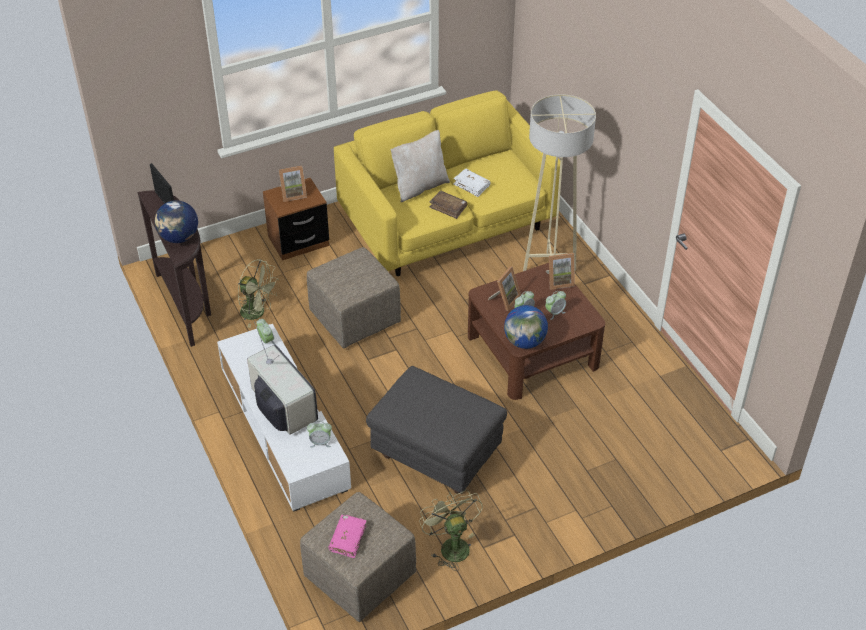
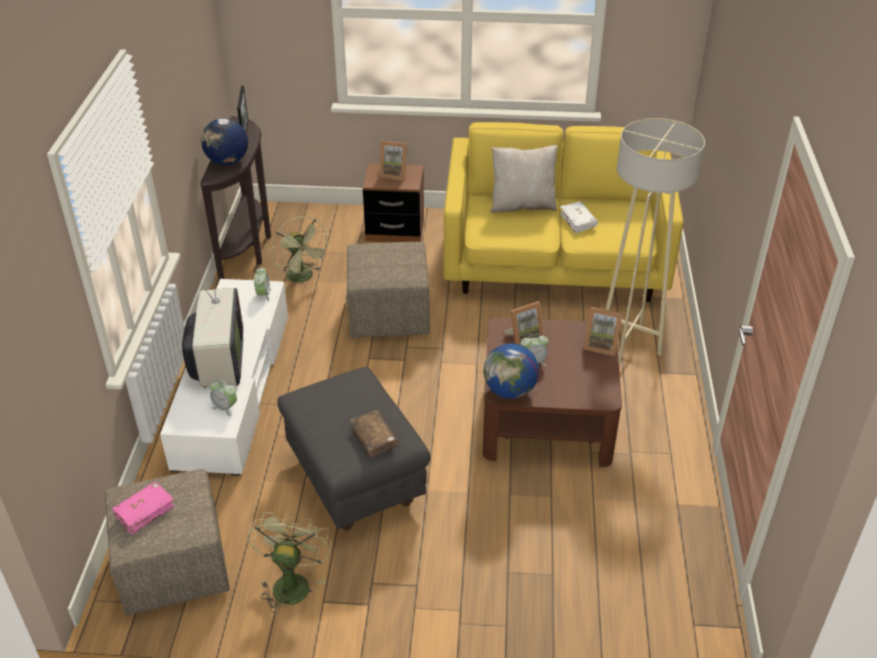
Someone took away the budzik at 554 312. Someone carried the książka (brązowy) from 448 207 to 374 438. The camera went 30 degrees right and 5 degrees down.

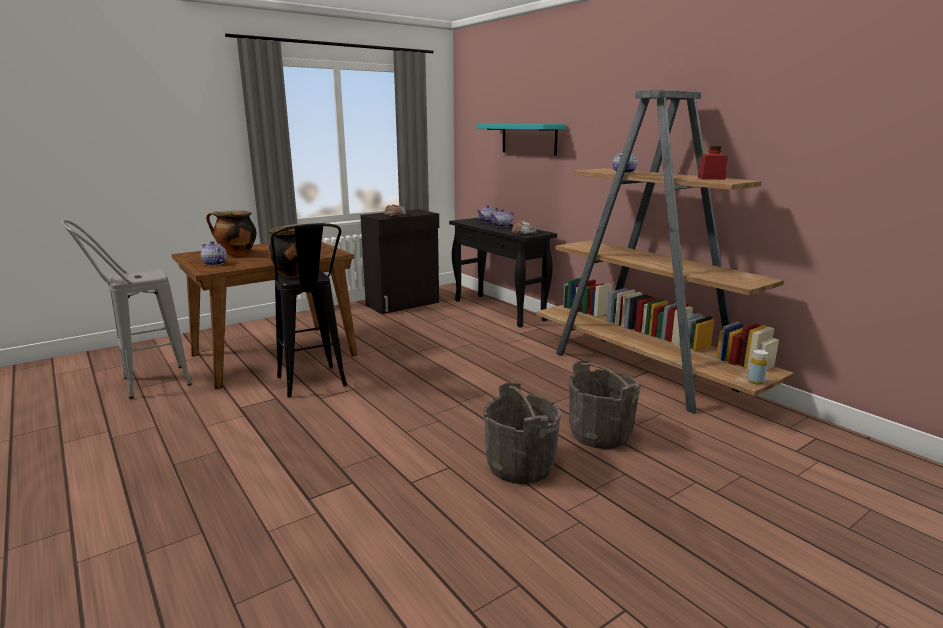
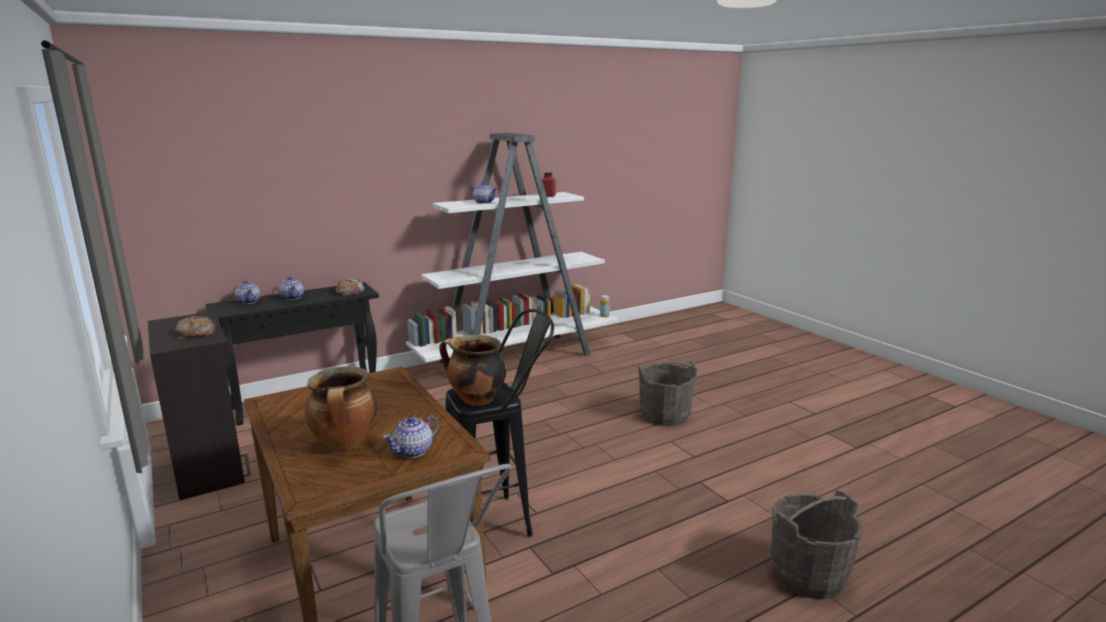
Someone took away the półka (turkusowy) at 529 139. Someone carried the wiadro (szary) from 600 434 to 808 574. Someone repainted the regał (brązowy) at 644 372, which became the regał (biały) at 517 358. The camera went 85 degrees left and 0 degrees up.

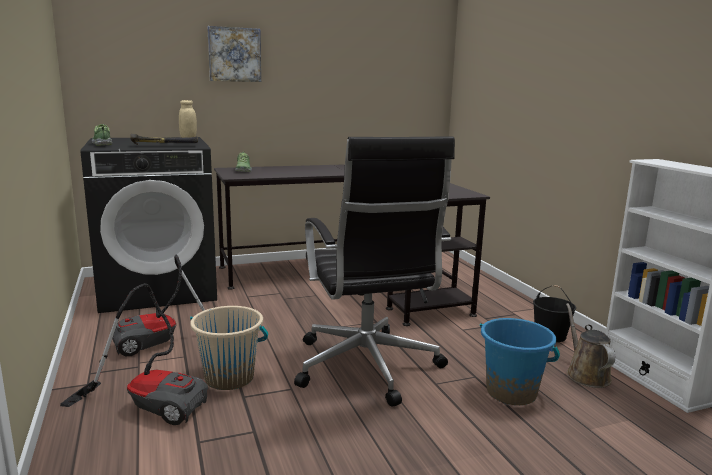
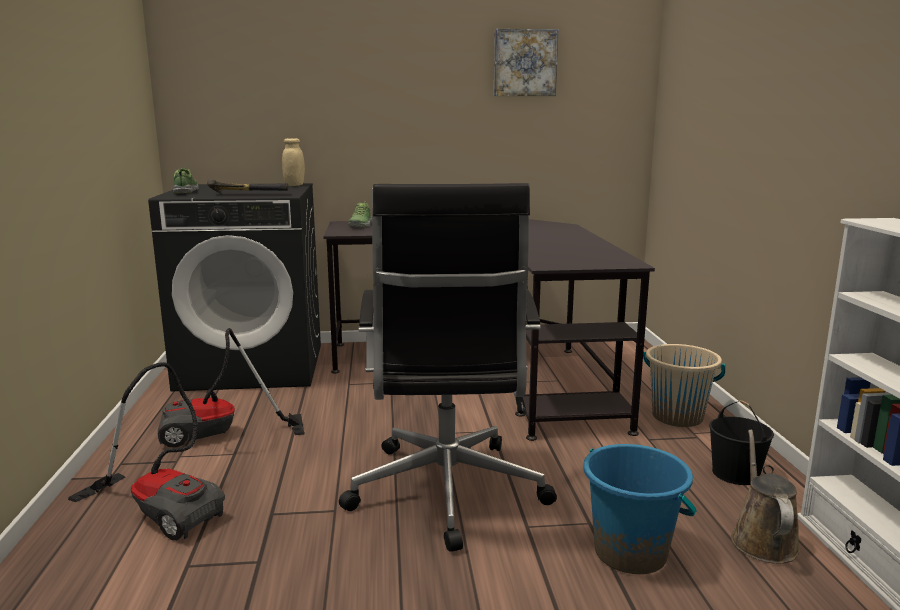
Someone carried the wiadro (beżowy) from 229 378 to 677 417. Someone carried the obraz from 234 54 to 524 63. The camera went 15 degrees right and 0 degrees up.

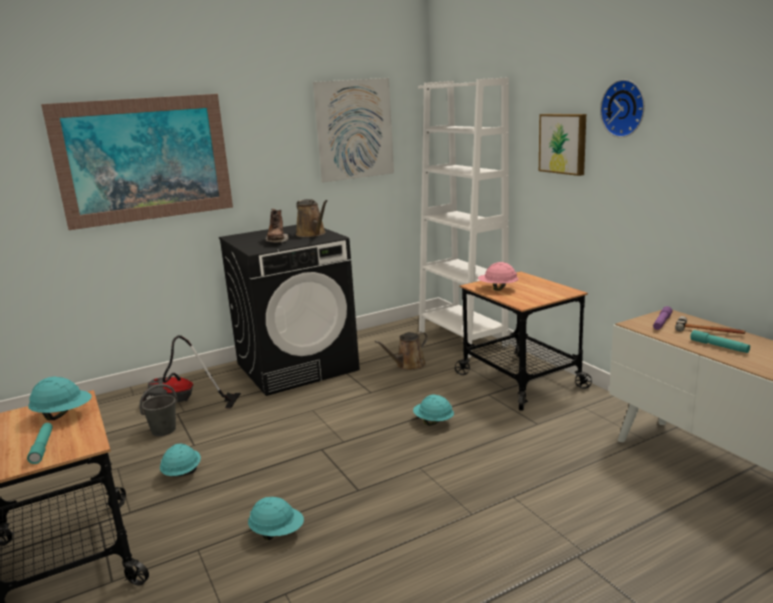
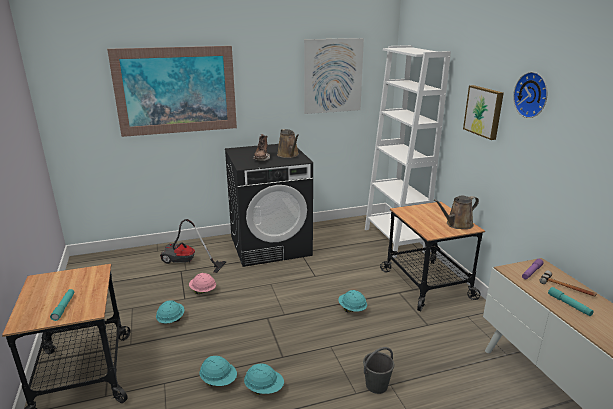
Someone carried the kask (turkusowy) from 63 415 to 264 388. Someone carried the wiadro (szary) from 164 430 to 377 385. Someone carried the konewka (brązowy) from 408 365 to 457 224. Someone carried the kask (różowy) from 498 289 to 203 291. The camera went 10 degrees right and 5 degrees up.

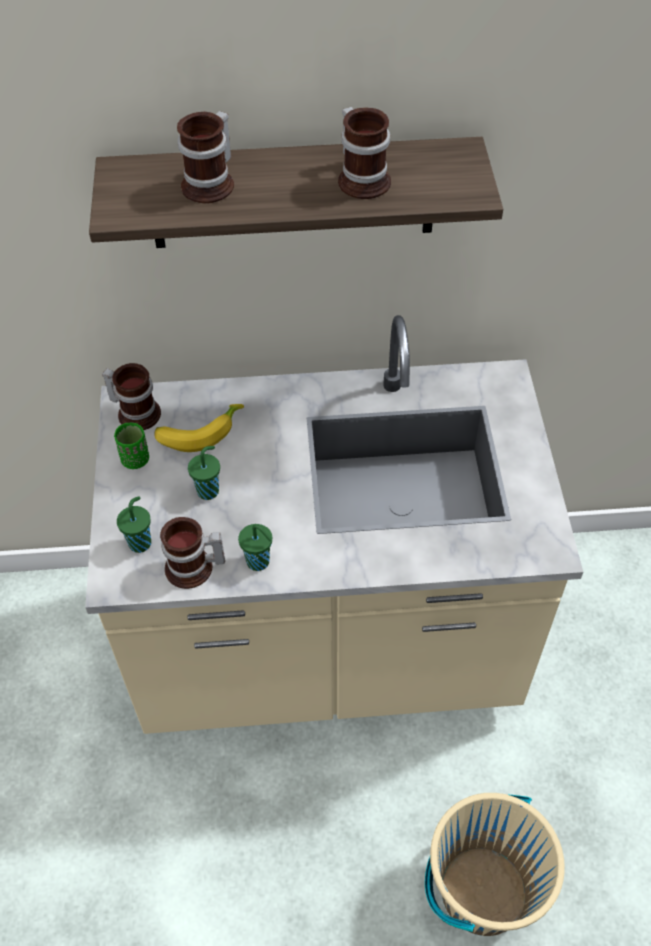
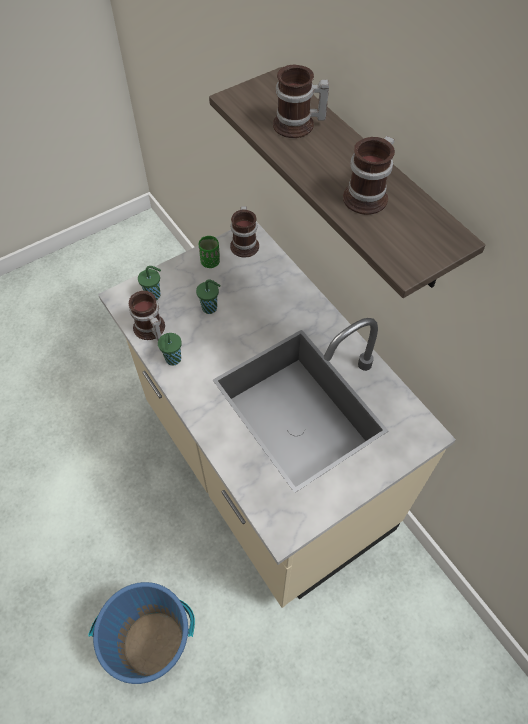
Someone took away the banan at 198 432. Someone repainted the wiadro (beżowy) at 481 891, which became the wiadro (niebieski) at 153 642. The camera went 60 degrees right and 5 degrees up.

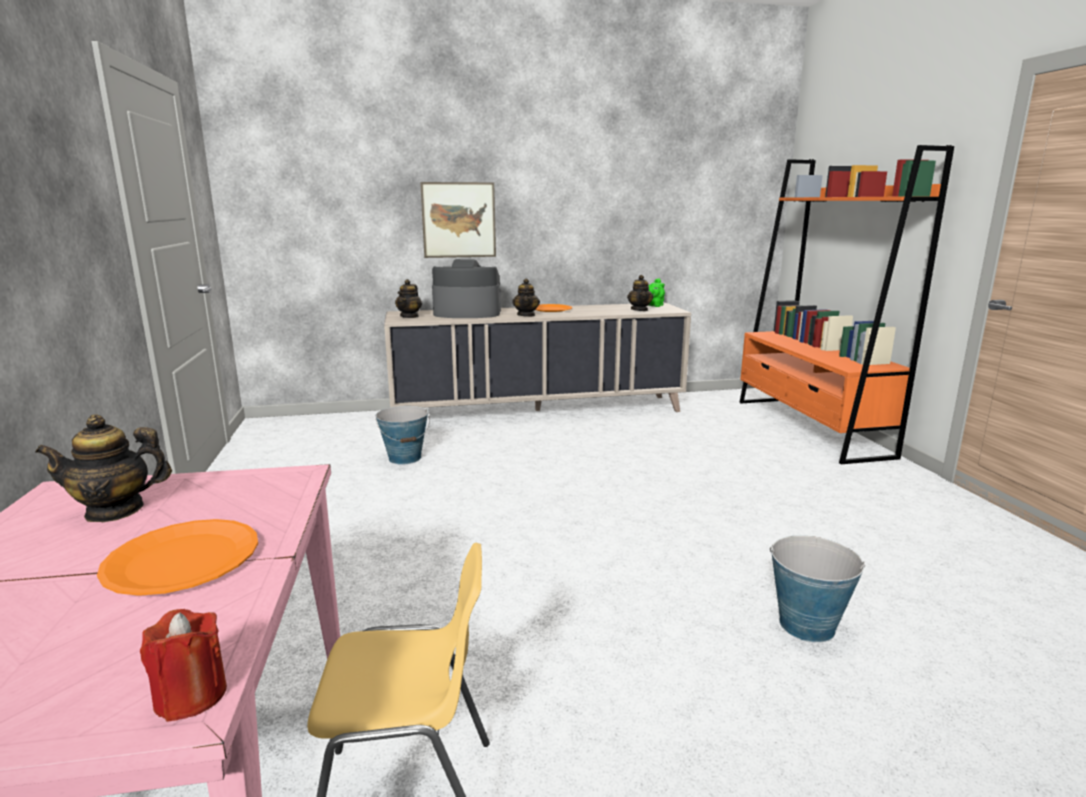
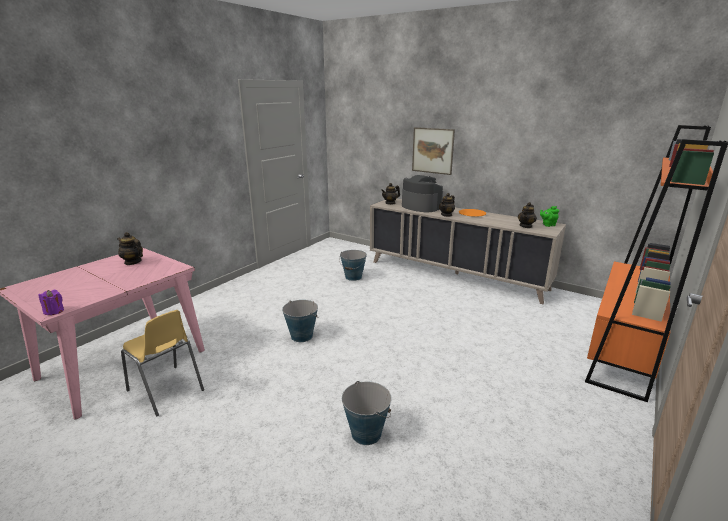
Someone took away the talerz (pomarańczowy) at 183 559. Someone put down the wiadro at 301 336. Someone repainted the świeca (czerwony) at 191 696, which became the świeca (fioletowy) at 54 311. The camera went 45 degrees right and 5 degrees up.

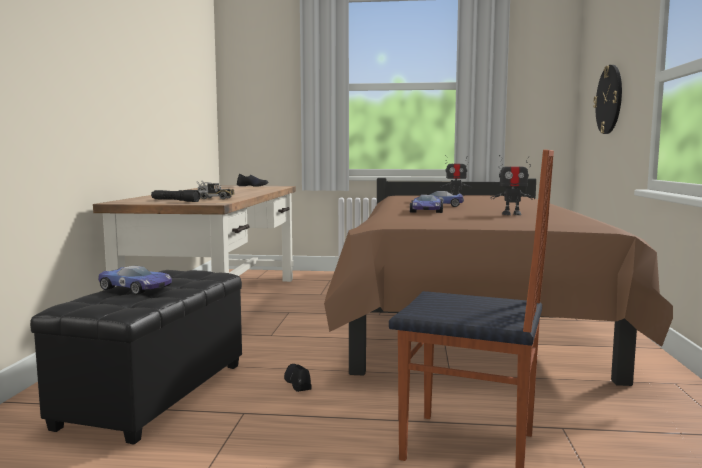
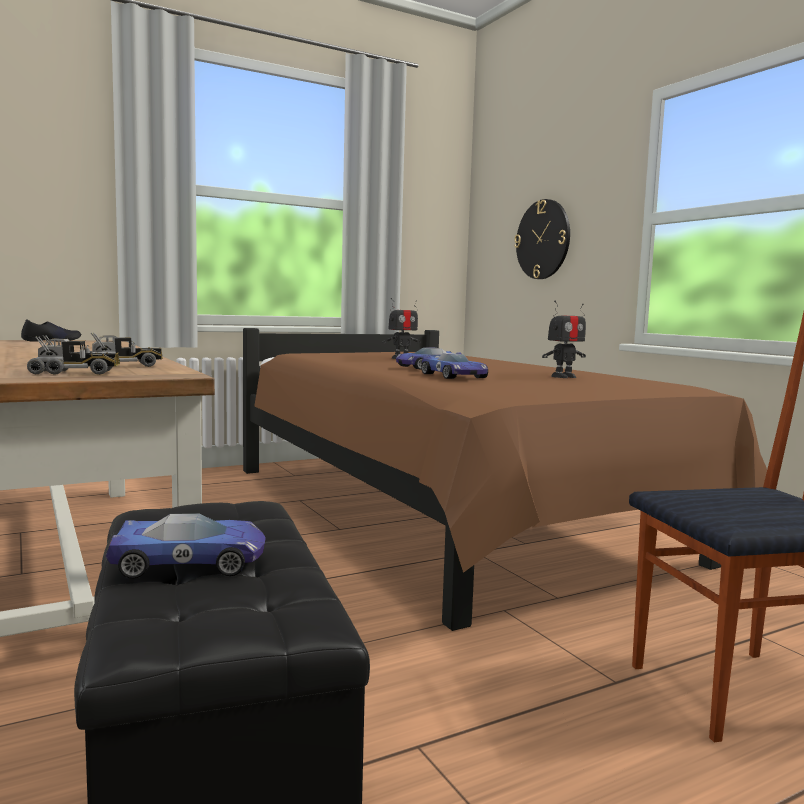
Someone took away the but (czarny) at 297 382. Someone swapped the latarka (czarny) at 175 201 for the ciężarówka zabawkowa at 75 373. The camera went 35 degrees left and 0 degrees up.

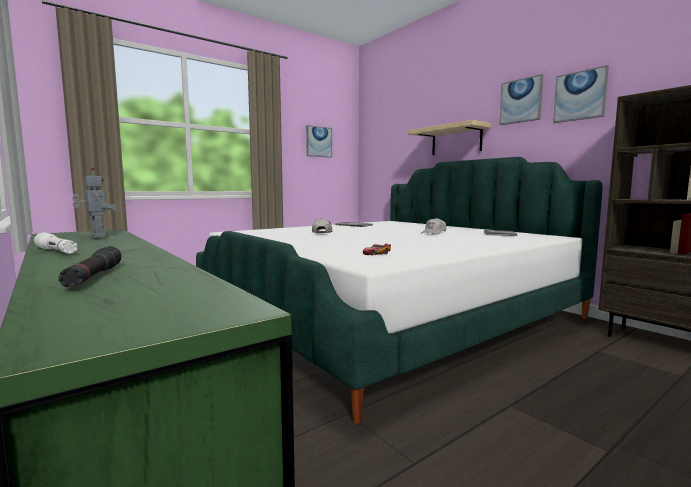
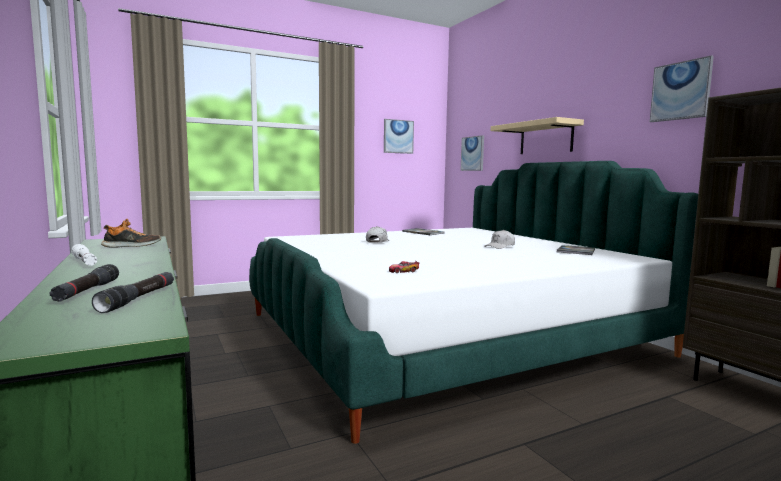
Someone put down the latarka (czarny) at 139 299. Someone carried the obraz from 521 101 to 472 153. Someone swapped the robot zabawkowy at 96 237 for the but at 132 246. The camera went 10 degrees right and 0 degrees up.

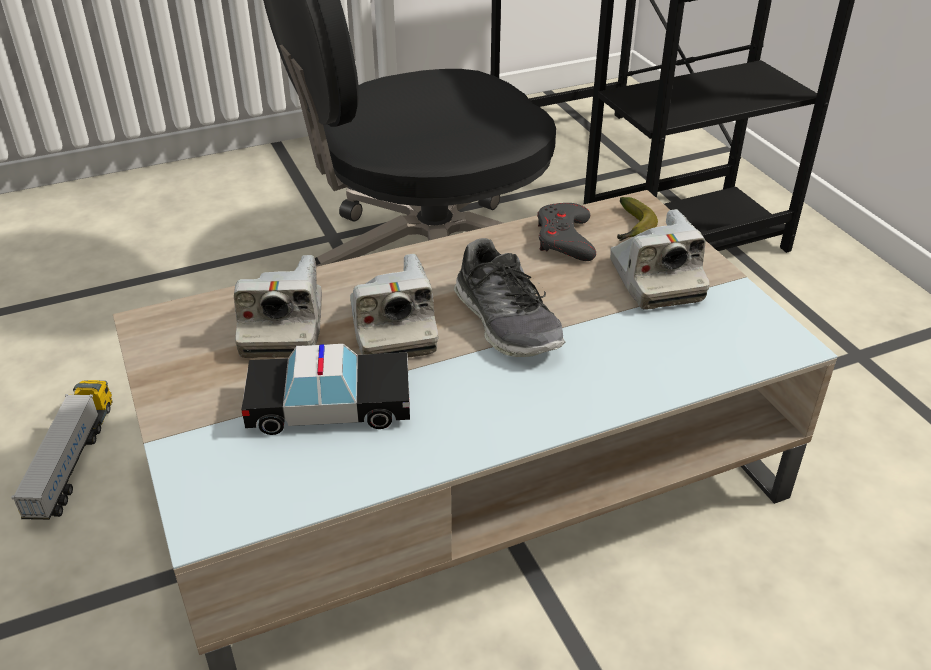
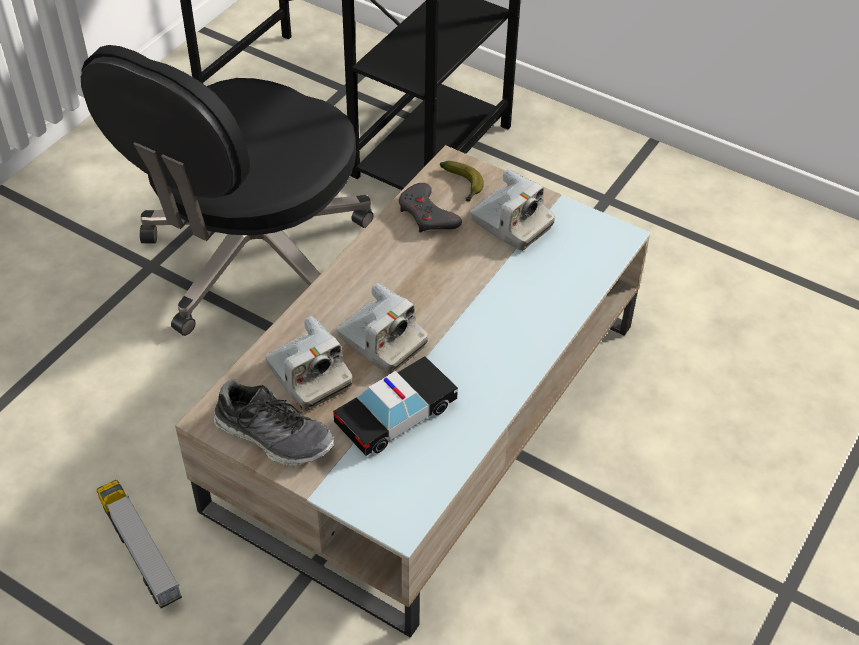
Someone carried the but from 507 322 to 274 435. The camera went 35 degrees left and 10 degrees up.

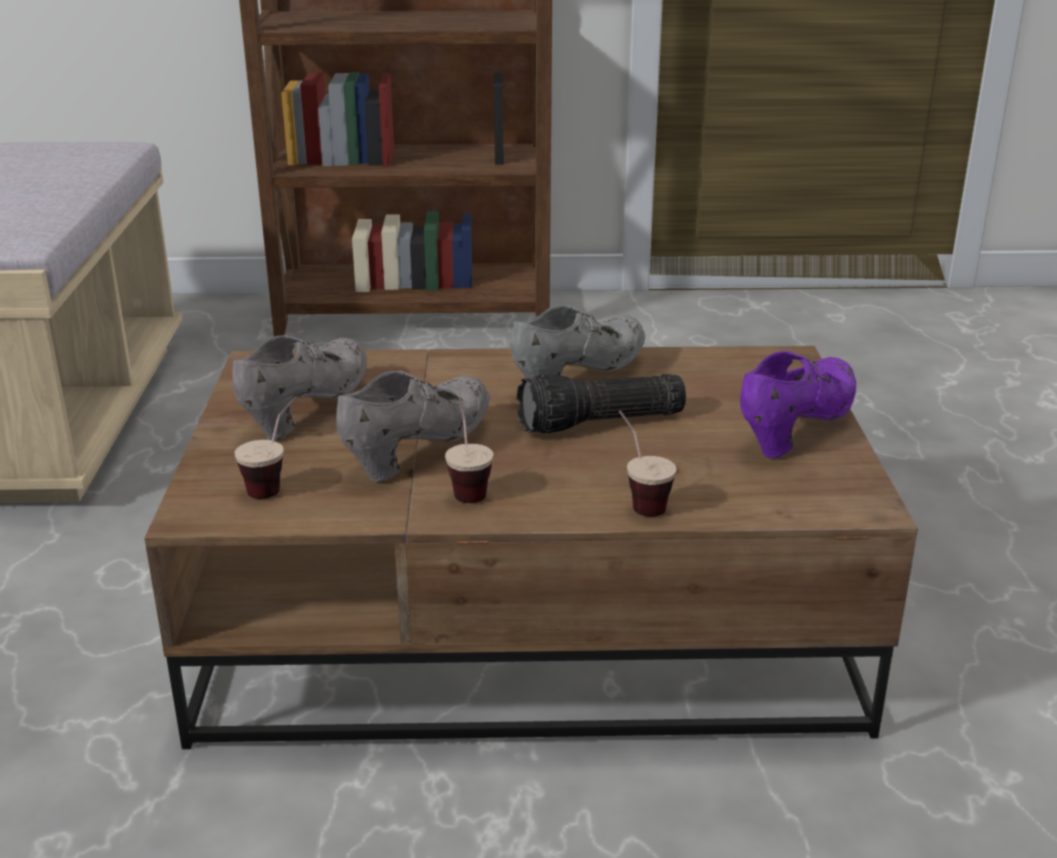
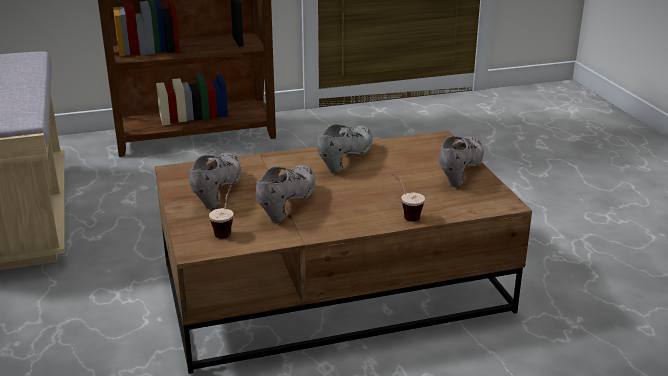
Someone took away the filiżanka at 467 486. Someone took away the latarka at 601 424. Someone repainted the but (fioletowy) at 796 429, which became the but (szary) at 460 172. The camera went 15 degrees left and 0 degrees up.

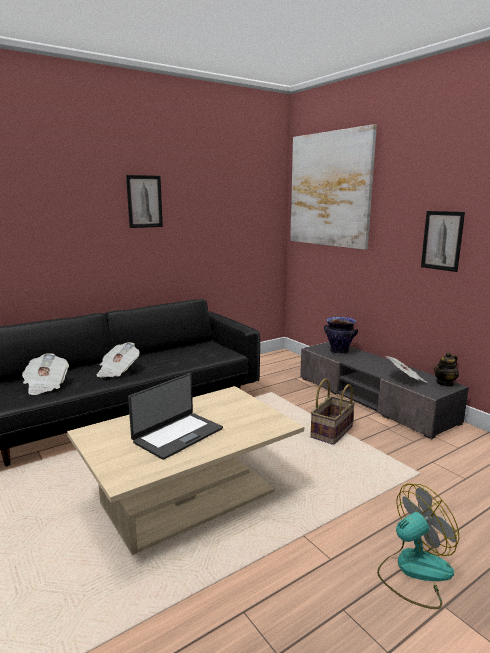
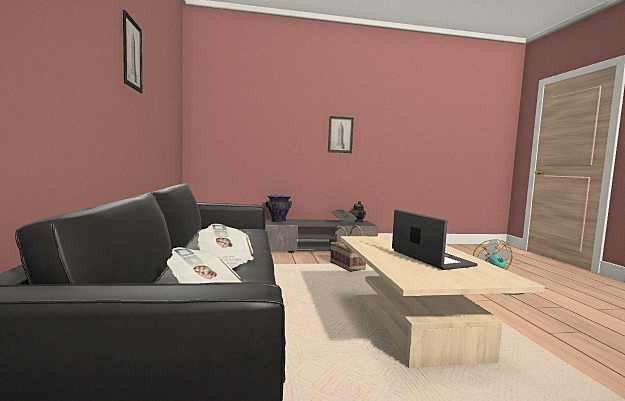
Someone took away the obraz at 329 189. The camera went 65 degrees left and 10 degrees down.

